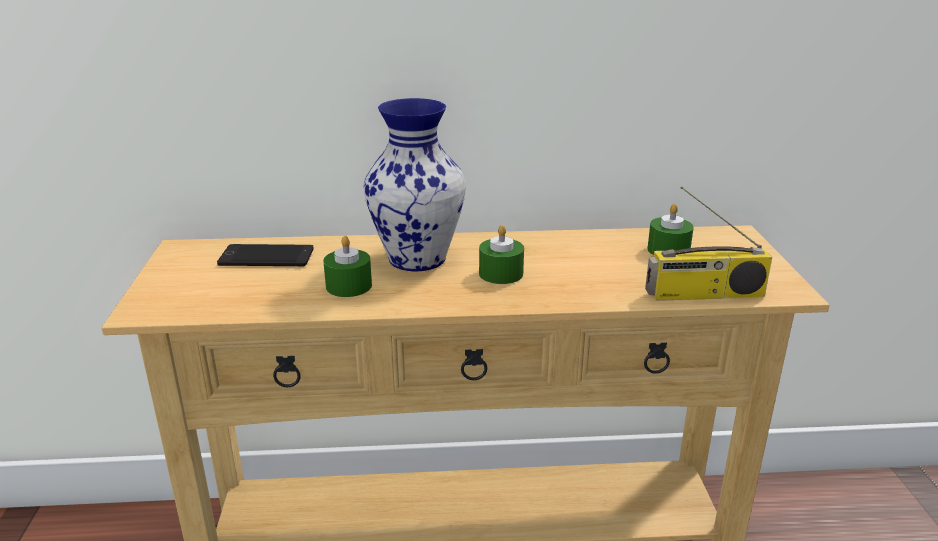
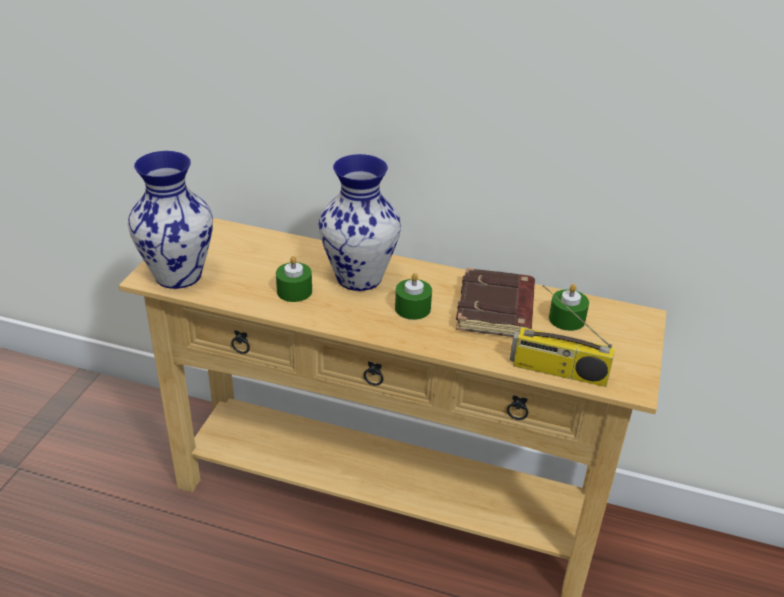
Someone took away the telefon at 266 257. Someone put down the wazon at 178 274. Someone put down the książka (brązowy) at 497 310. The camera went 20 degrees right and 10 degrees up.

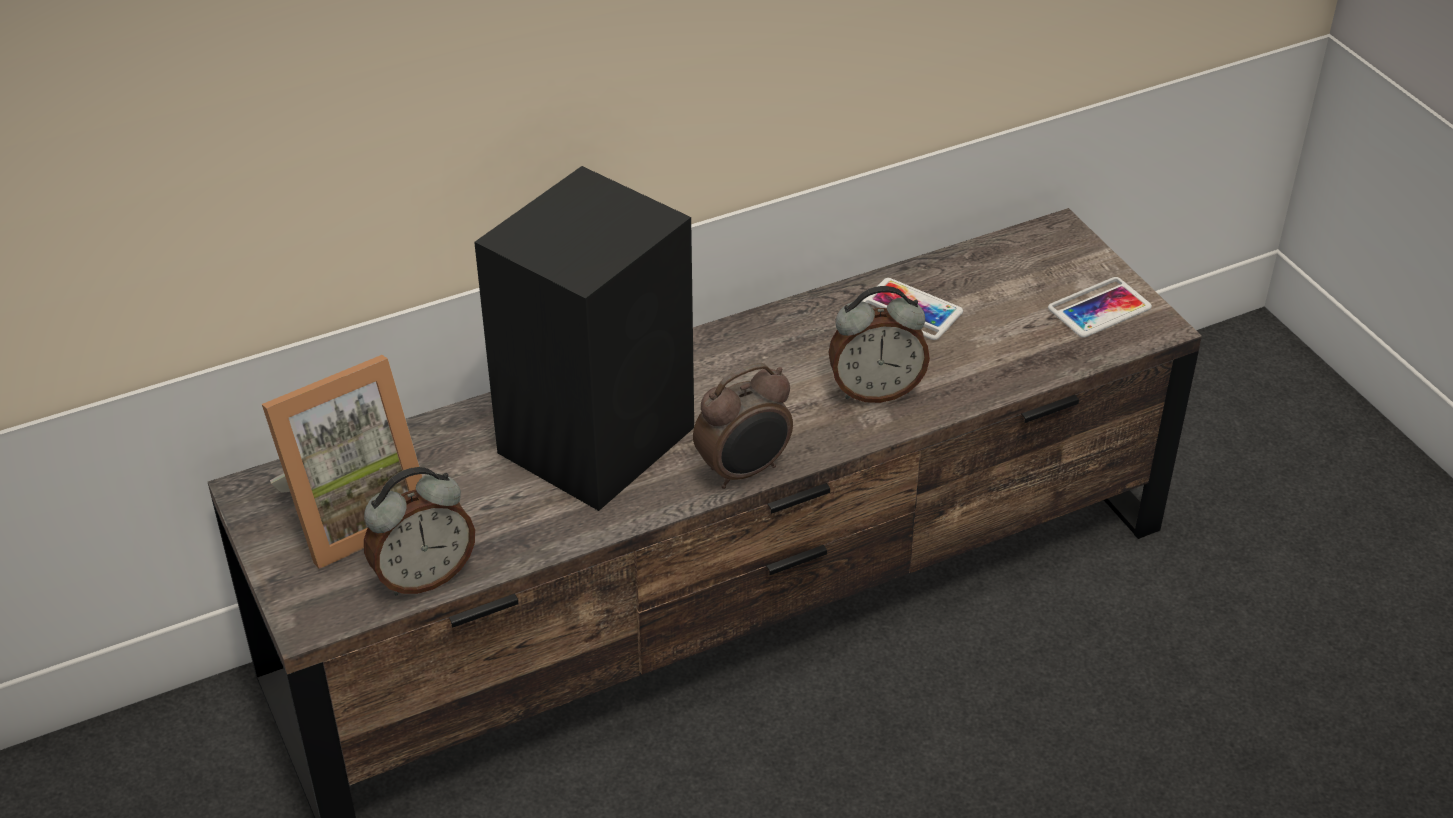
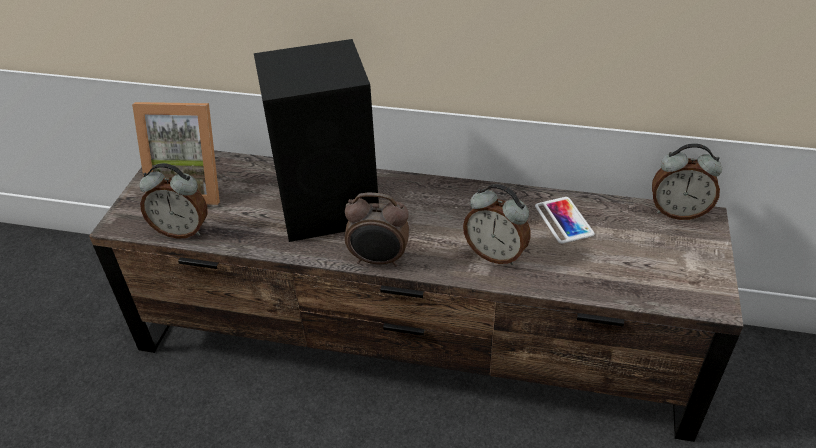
Someone took away the telefon at 1099 308. Someone put down the budzik at 678 212. The camera went 40 degrees right and 0 degrees up.

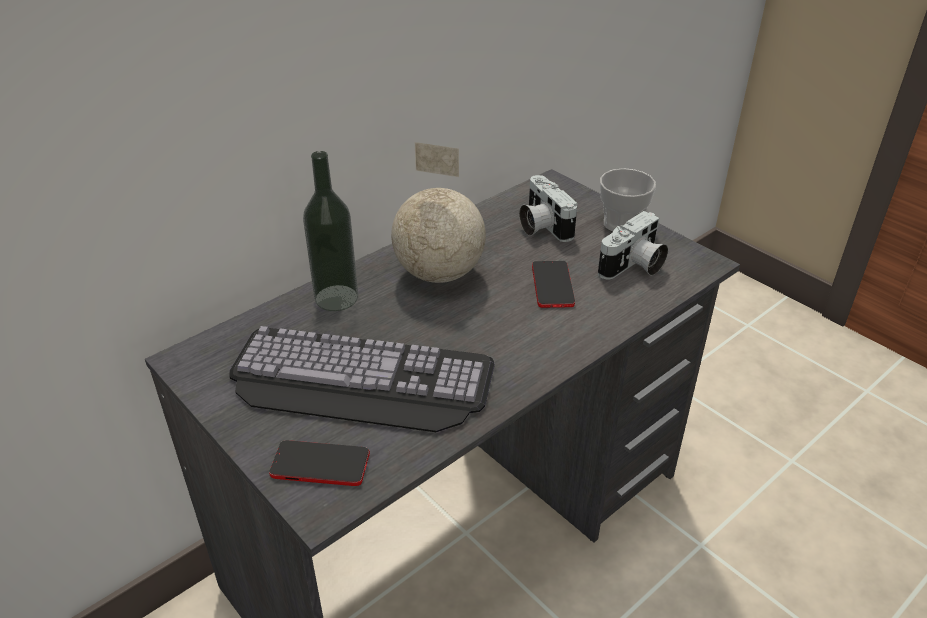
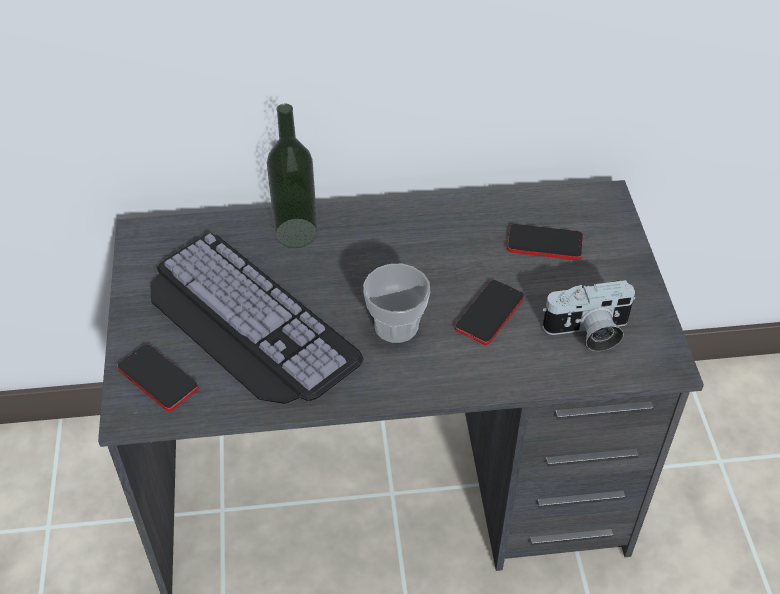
Someone took away the globus at 440 274. Someone carried the filiżanka from 622 224 to 396 326. Someone swapped the aparat fotograficzny at 541 226 for the telefon at 545 243. The camera went 35 degrees right and 10 degrees up.

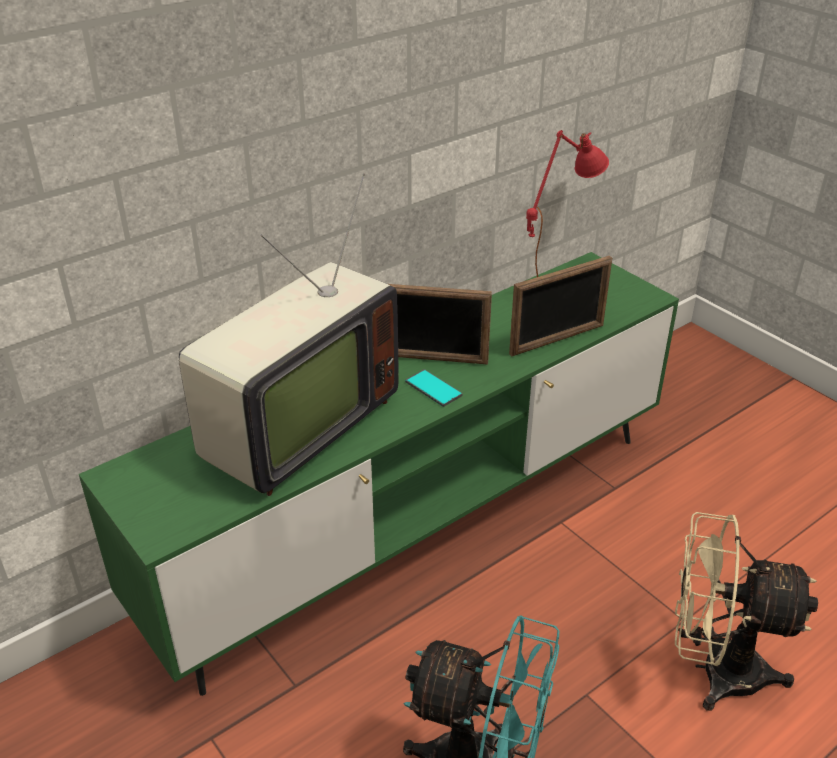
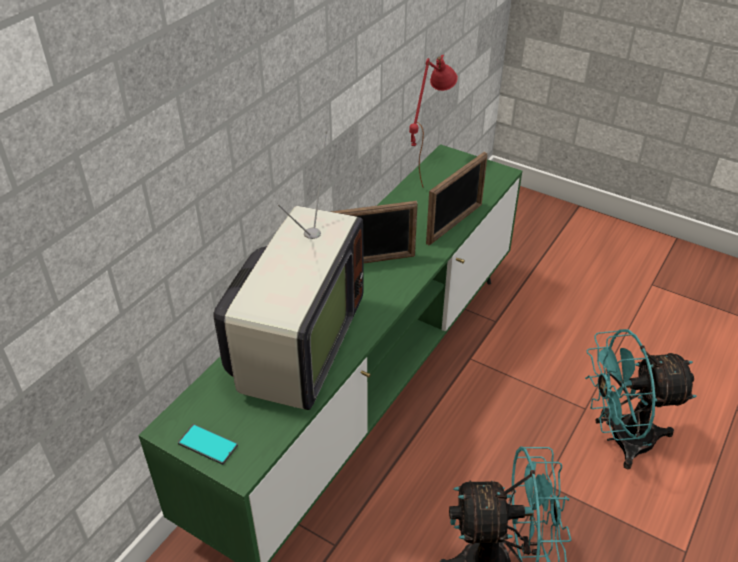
Someone carried the telefon from 433 388 to 207 444. Someone repainted the wentylator (beżowy) at 714 670, which became the wentylator (turkusowy) at 620 439. The camera went 20 degrees left and 5 degrees up.

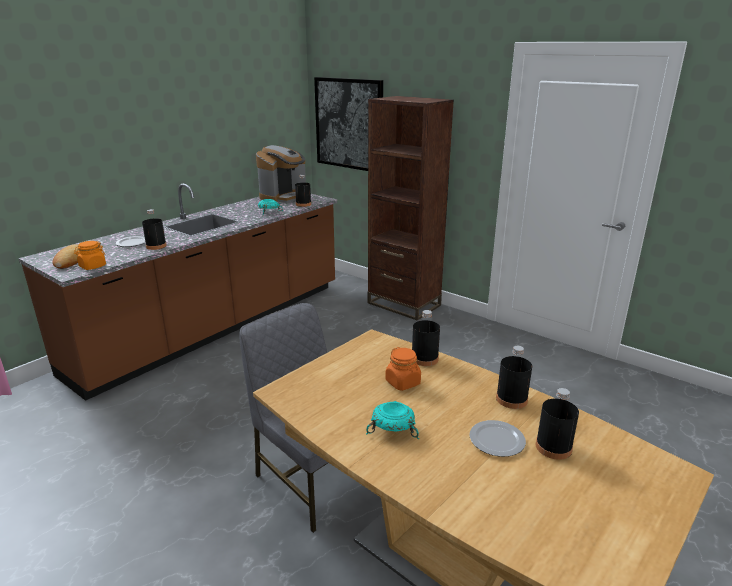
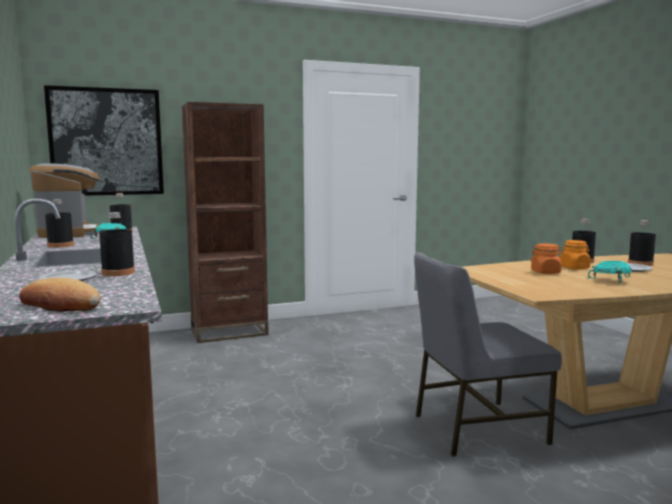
Someone carried the słoik (pomarańczowy) from 92 266 to 574 268. Someone carried the butelka (czarny) from 424 358 to 60 245. The camera went 60 degrees left and 15 degrees down.

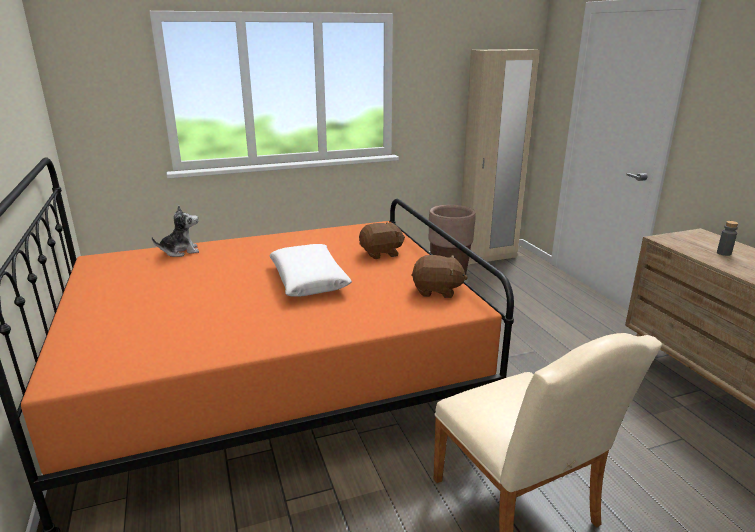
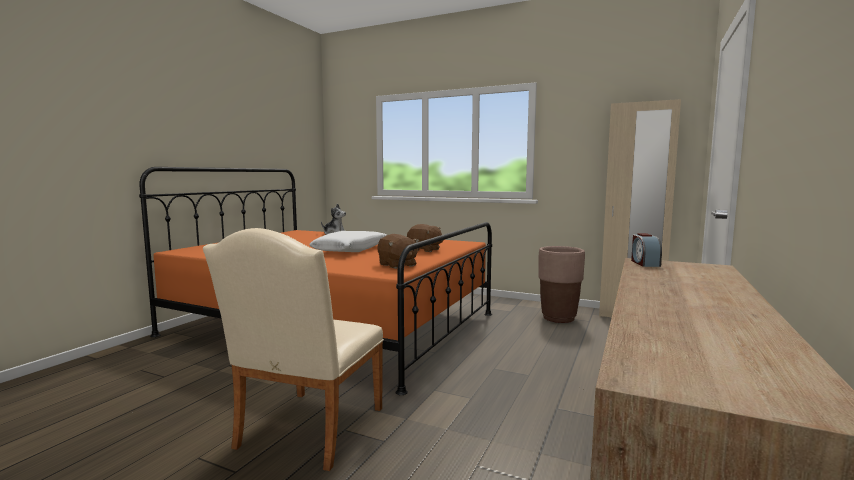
Someone took away the butelka (szary) at 723 253. Someone put down the budzik at 644 263. The camera went 45 degrees right and 15 degrees down.

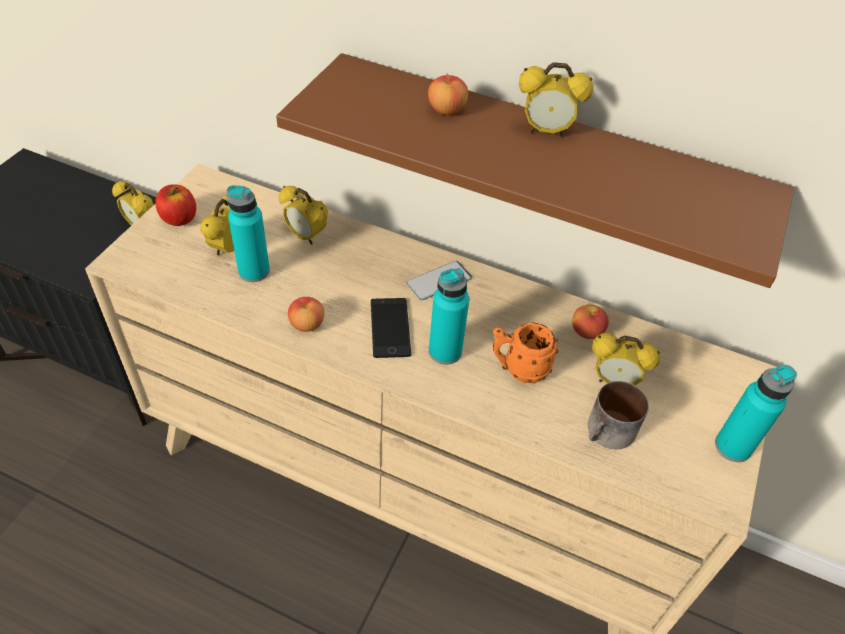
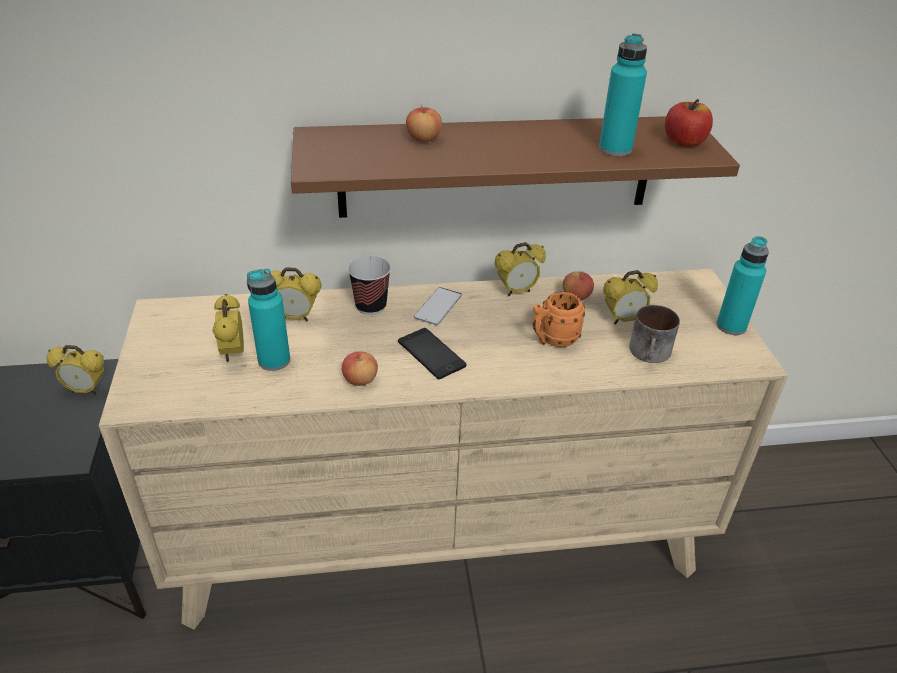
Someone put down the filiżanka at 371 306. Someone carried the jabłko from 179 218 to 684 142. Someone carried the butelka (turkusowy) from 445 351 to 615 149. Someone carried the budzik from 546 131 to 517 291. The camera went 30 degrees left and 10 degrees down.

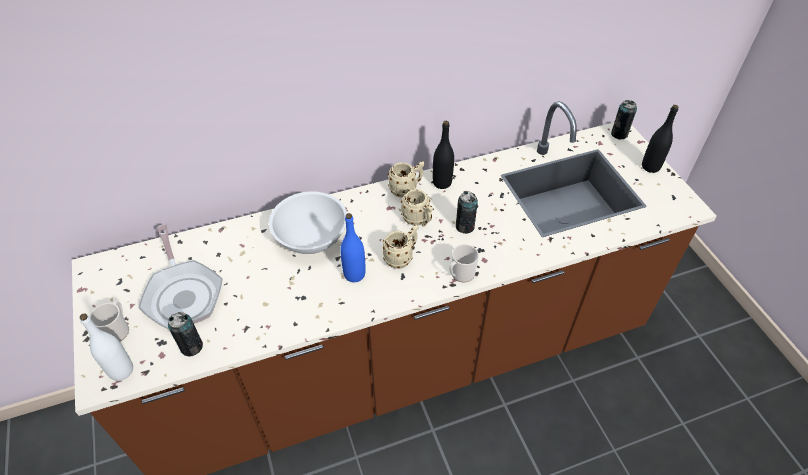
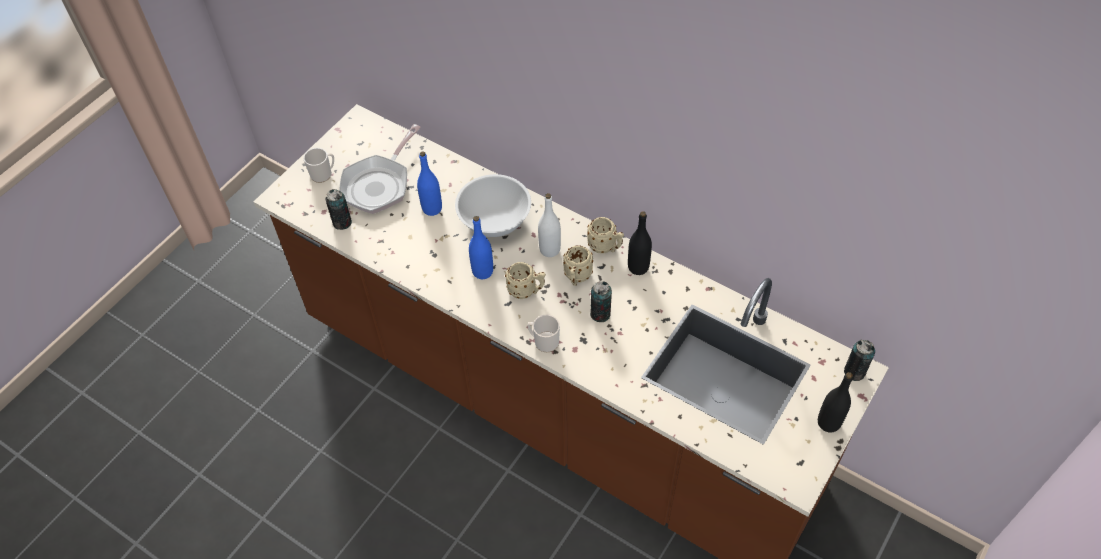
Someone put down the butelka (niebieski) at 432 208. Someone carried the butelka (biały) from 121 370 to 550 249. The camera went 55 degrees right and 5 degrees up.

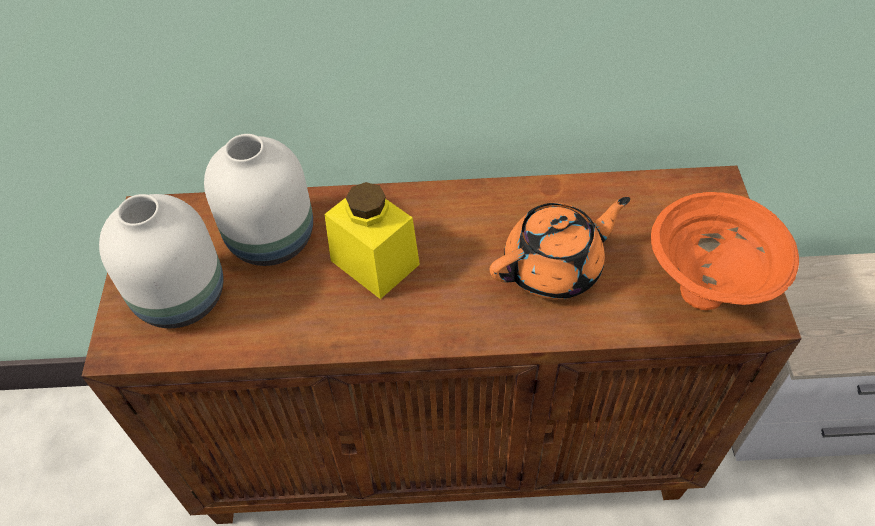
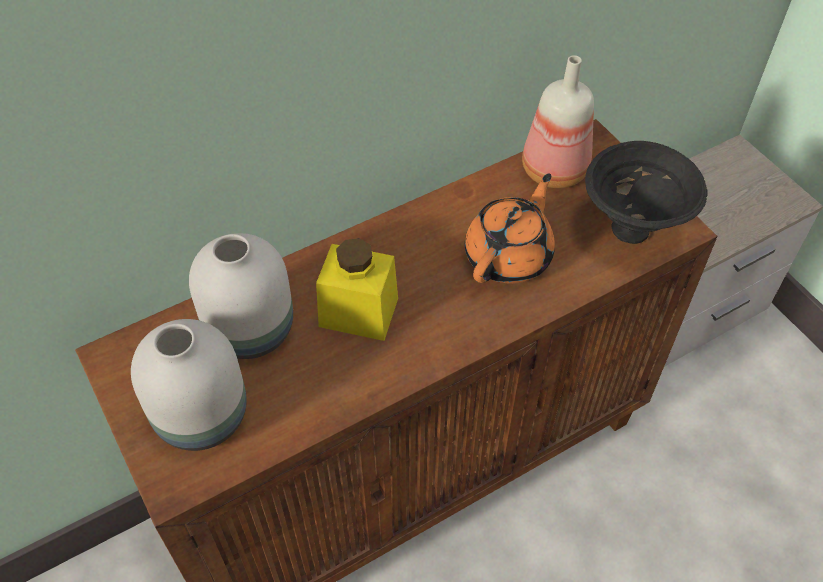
Someone put down the butelka at 552 170. Someone repainted the miska (pomarańczowy) at 705 294, which became the miska (czarny) at 633 230. The camera went 30 degrees left and 0 degrees up.

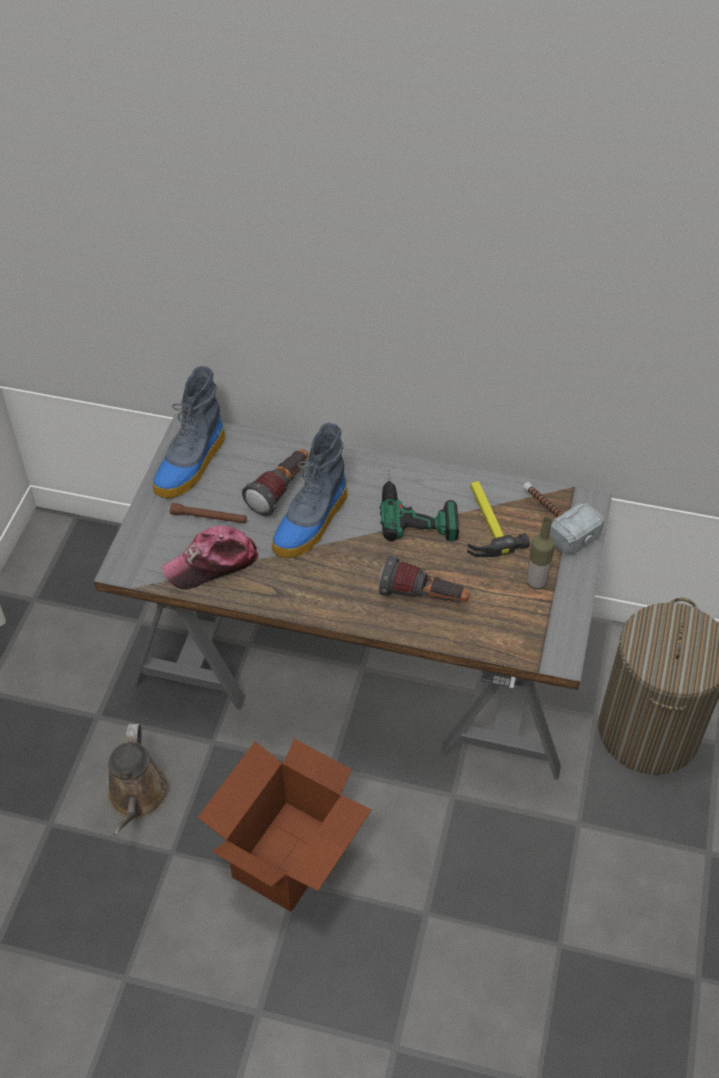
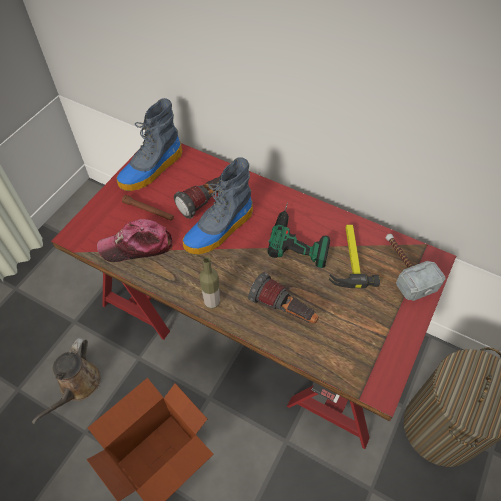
Someone carried the butelka from 536 582 to 212 302. Someone repainted the biurko (szary) at 361 661, which became the biurko (czerwony) at 252 324. The camera went 15 degrees right and 5 degrees up.

